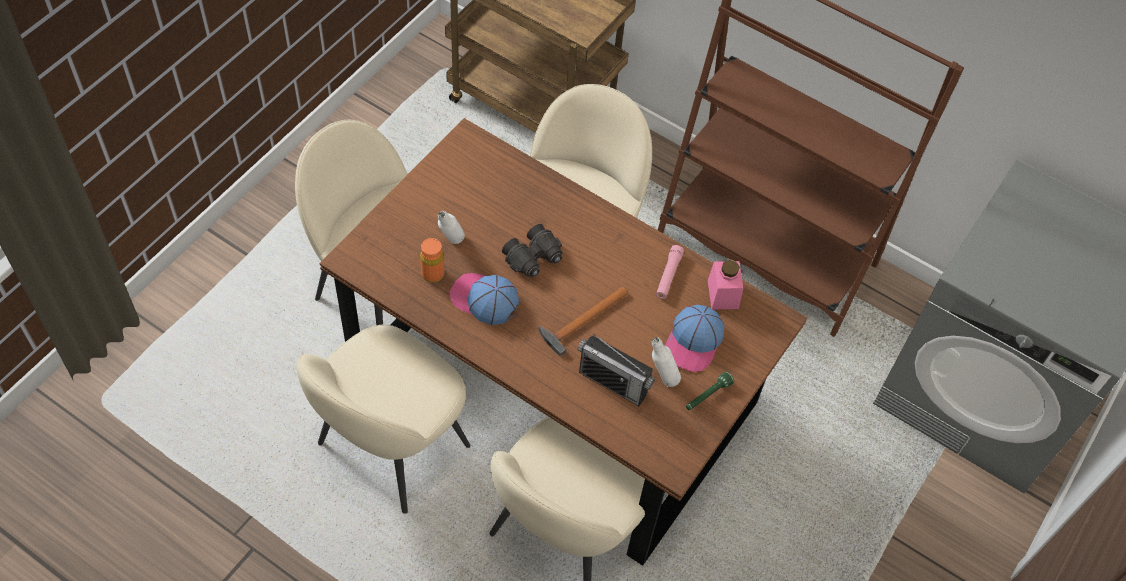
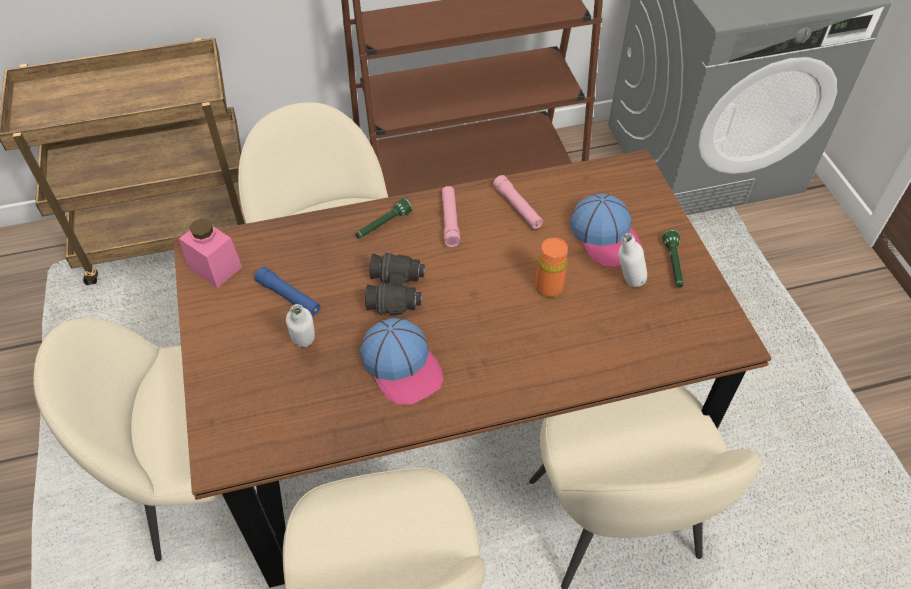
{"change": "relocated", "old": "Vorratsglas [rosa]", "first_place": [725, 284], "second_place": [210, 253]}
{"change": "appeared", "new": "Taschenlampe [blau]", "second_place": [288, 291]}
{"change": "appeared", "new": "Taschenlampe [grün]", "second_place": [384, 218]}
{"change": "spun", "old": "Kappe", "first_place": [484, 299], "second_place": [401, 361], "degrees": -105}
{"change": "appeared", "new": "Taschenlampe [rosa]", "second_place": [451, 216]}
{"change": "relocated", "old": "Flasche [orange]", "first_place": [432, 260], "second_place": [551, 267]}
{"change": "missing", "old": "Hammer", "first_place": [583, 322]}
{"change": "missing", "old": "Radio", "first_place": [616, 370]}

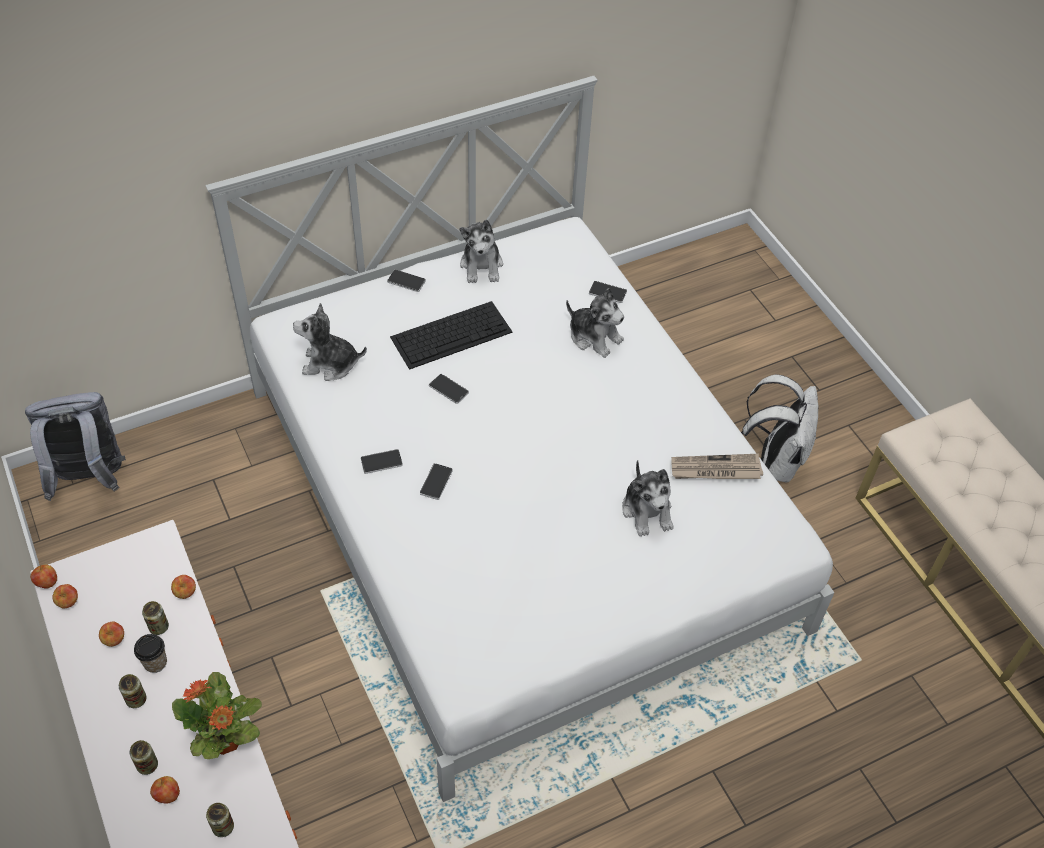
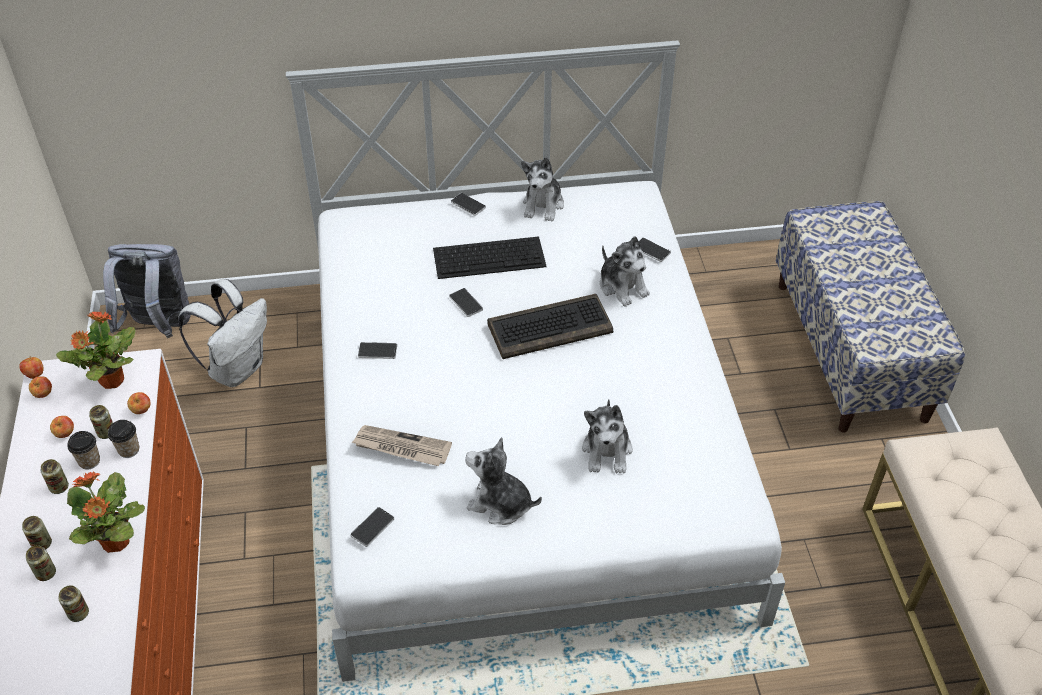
{"change": "exchanged", "old": "Apfel", "new": "Dose", "first_place": [165, 789], "second_place": [41, 563]}
{"change": "appeared", "new": "Topfpflanze", "second_place": [95, 350]}
{"change": "appeared", "new": "Tasse", "second_place": [123, 439]}
{"change": "relocated", "old": "Rucksack [weiß]", "first_place": [779, 428], "second_place": [222, 333]}
{"change": "relocated", "old": "Handy", "first_place": [436, 481], "second_place": [372, 527]}
{"change": "relocated", "old": "Zeitung", "first_place": [717, 466], "second_place": [402, 445]}
{"change": "relocated", "old": "Plüschtier", "first_place": [330, 342], "second_place": [503, 481]}
{"change": "appeared", "new": "Tastatur", "second_place": [550, 326]}
{"change": "appeared", "new": "Bank", "second_place": [870, 317]}

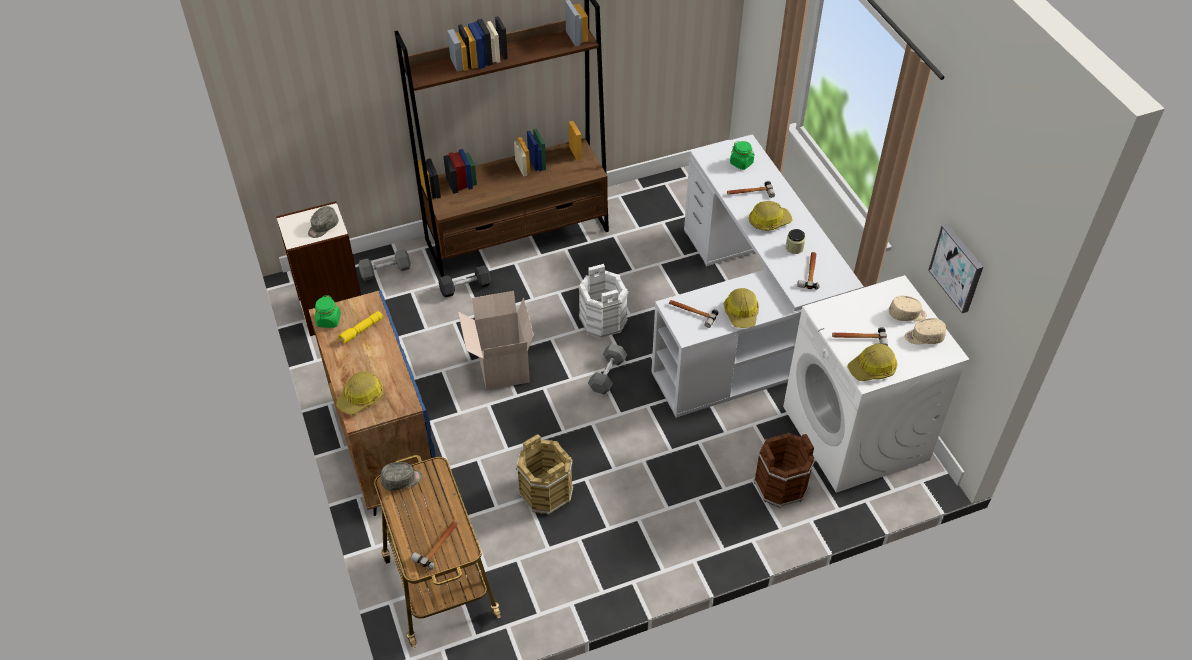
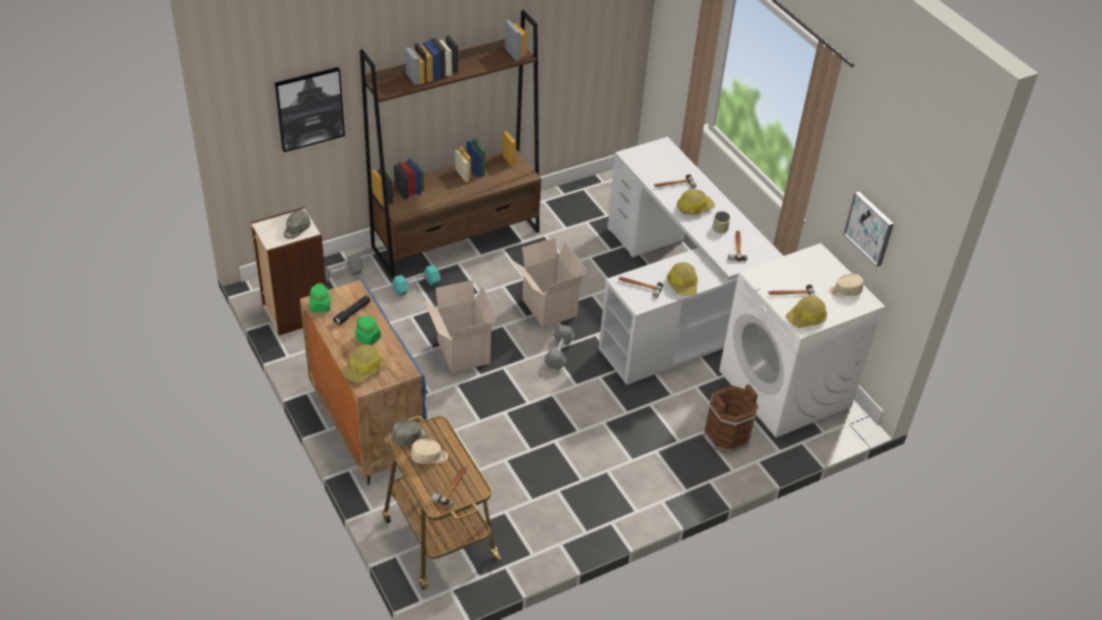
{"change": "appeared", "new": "Bild", "second_place": [310, 109]}
{"change": "colour", "old": "Taschenlampe [gelb]", "new": "Taschenlampe [schwarz]", "first_place": [360, 327], "second_place": [351, 310]}
{"change": "relocated", "old": "Vorratsglas [grün]", "first_place": [742, 155], "second_place": [368, 330]}
{"change": "colour", "old": "Hantel [grau]", "new": "Hantel [türkis]", "first_place": [465, 281], "second_place": [416, 280]}
{"change": "relocated", "old": "Kappe [beige]", "first_place": [908, 309], "second_place": [429, 451]}
{"change": "exchanged", "old": "Eimer [weiß]", "new": "Karton", "first_place": [603, 301], "second_place": [550, 283]}
{"change": "missing", "old": "Eimer [braun]", "first_place": [544, 474]}

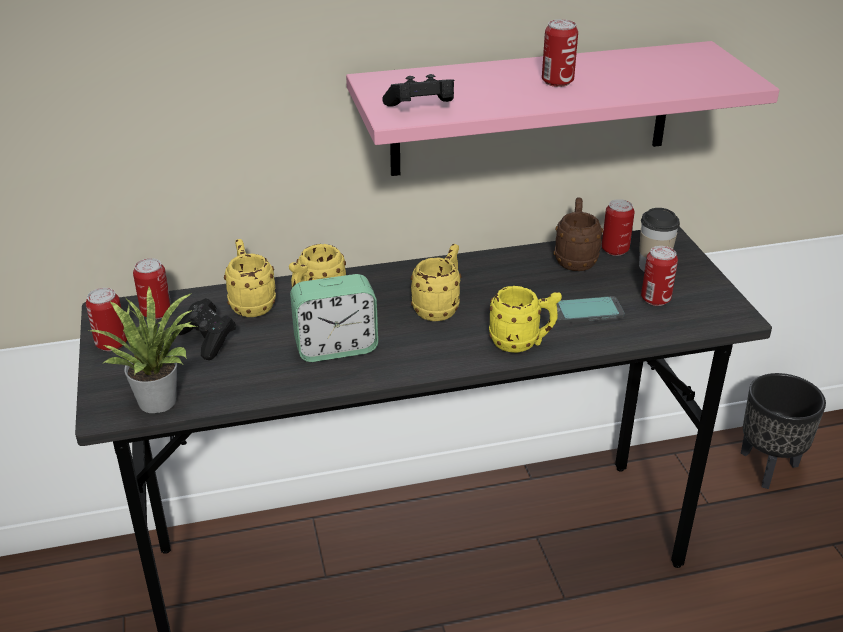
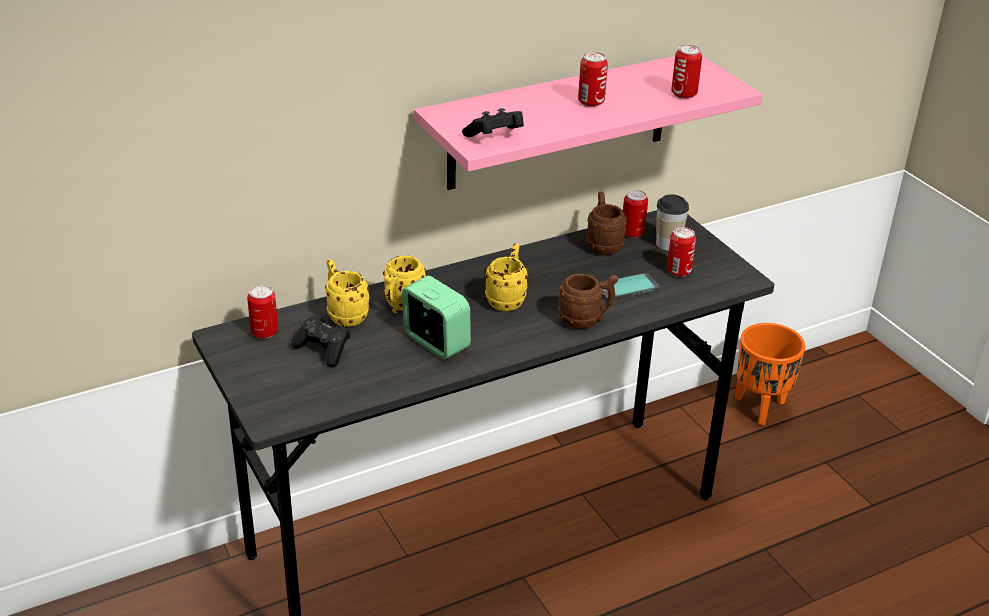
{"change": "spun", "old": "Wecker", "first_place": [334, 318], "second_place": [436, 317], "degrees": -105}
{"change": "colour", "old": "Henkelbecher [gelb]", "new": "Henkelbecher [braun]", "first_place": [525, 319], "second_place": [588, 301]}
{"change": "relocated", "old": "Dose", "first_place": [106, 319], "second_place": [686, 72]}
{"change": "colour", "old": "Pflanzkübel [schwarz]", "new": "Pflanzkübel [orange]", "first_place": [783, 431], "second_place": [770, 374]}
{"change": "missing", "old": "Topfpflanze", "first_place": [142, 350]}

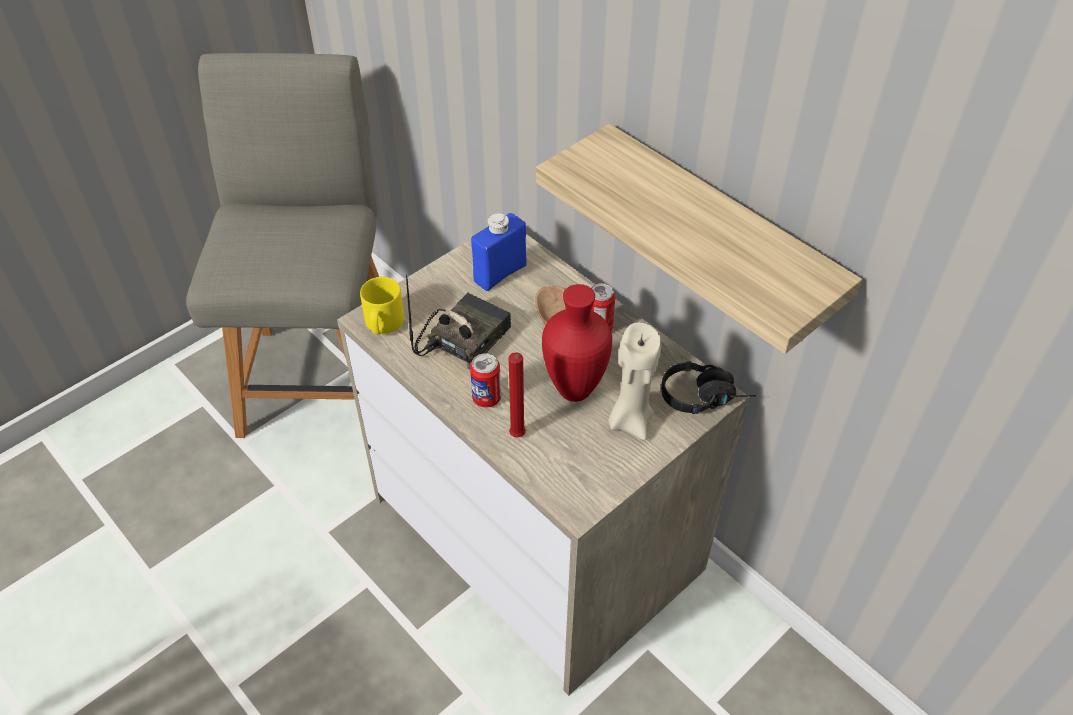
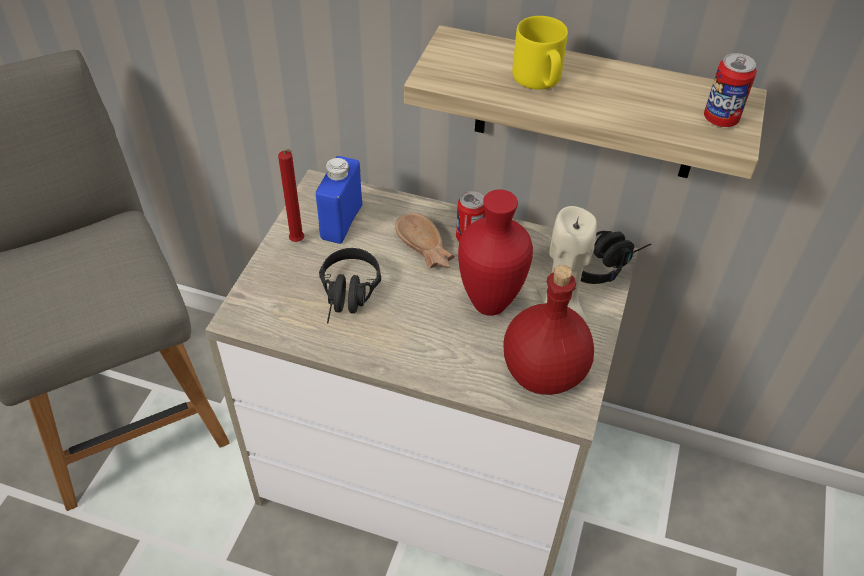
{"change": "relocated", "old": "Kerze [rot]", "first_place": [517, 395], "second_place": [291, 195]}
{"change": "exchanged", "old": "Radio", "new": "Kopfhörer [schwarz]", "first_place": [458, 321], "second_place": [350, 286]}
{"change": "appeared", "new": "Flasche [rot]", "second_place": [548, 330]}
{"change": "relocated", "old": "Henkelbecher [gelb]", "first_place": [382, 306], "second_place": [540, 53]}
{"change": "relocated", "old": "Dose", "first_place": [485, 380], "second_place": [730, 90]}

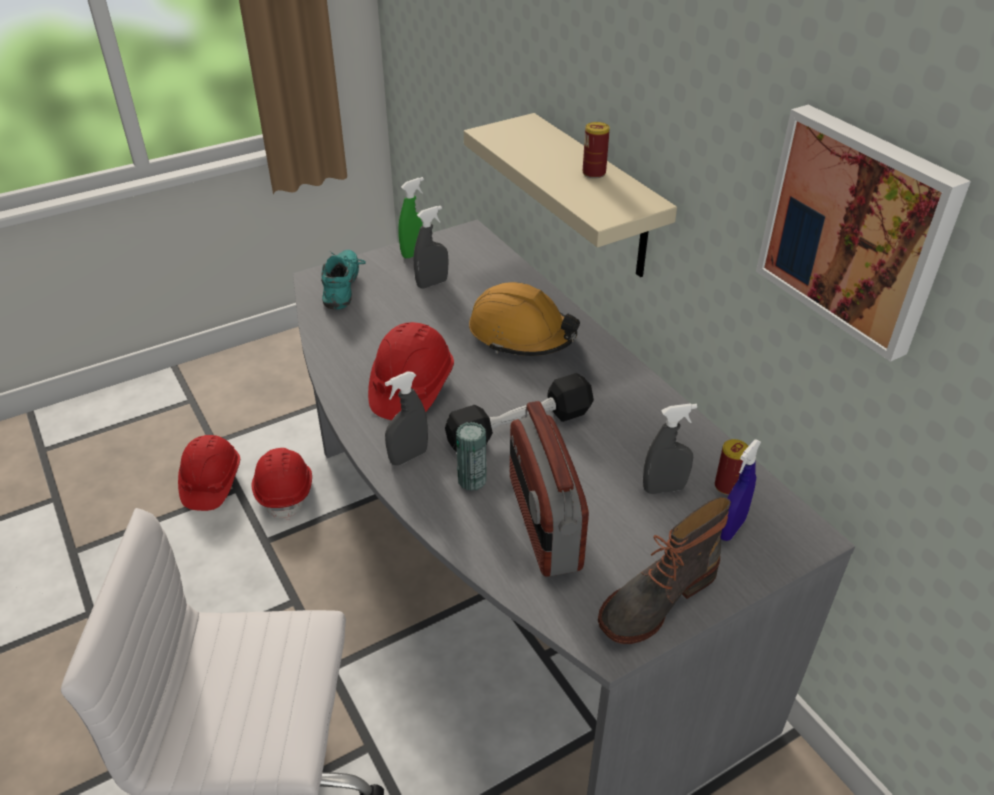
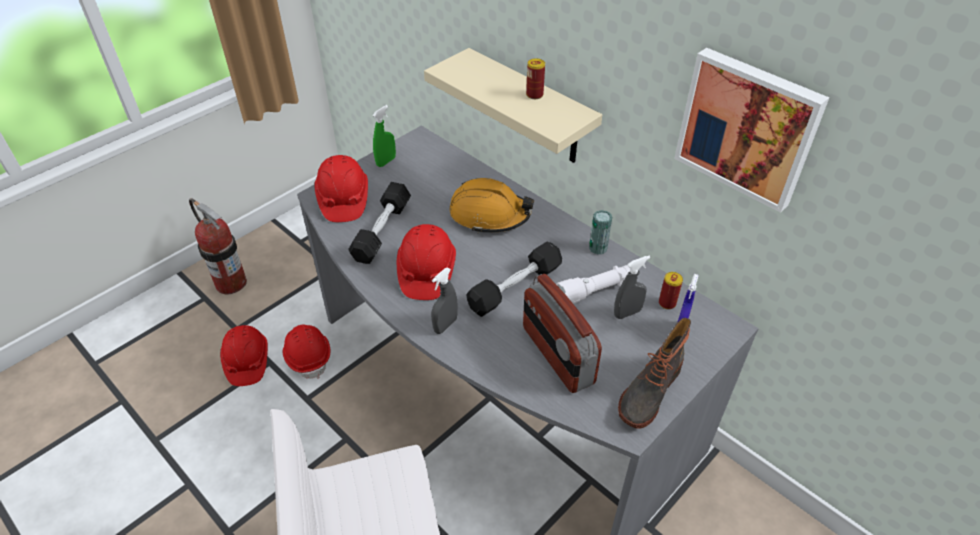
{"change": "appeared", "new": "Feuerlöscher", "second_place": [218, 246]}
{"change": "exchanged", "old": "Schuh [türkis]", "new": "Schutzhelm [rot]", "first_place": [343, 280], "second_place": [341, 188]}
{"change": "appeared", "new": "Hantel [schwarz]", "second_place": [379, 223]}
{"change": "appeared", "new": "Taschenlampe [weiß]", "second_place": [593, 284]}
{"change": "relocated", "old": "Dose", "first_place": [471, 456], "second_place": [600, 232]}
{"change": "missing", "old": "Sprühflasche [grau]", "first_place": [431, 247]}

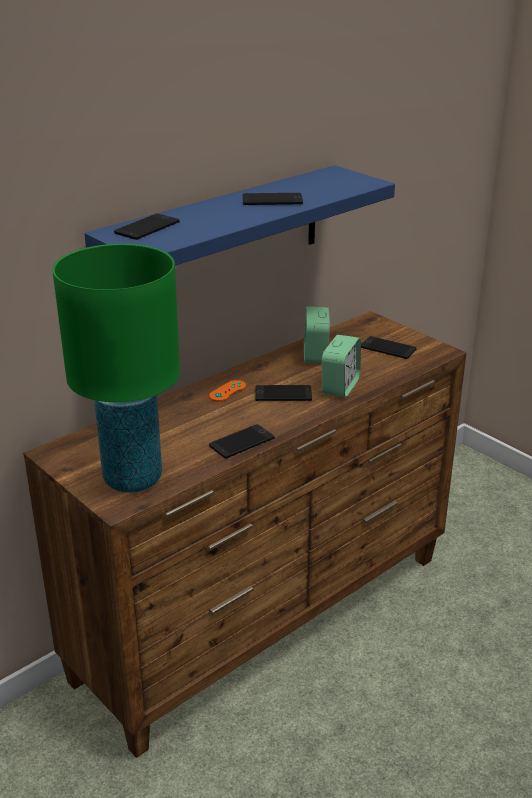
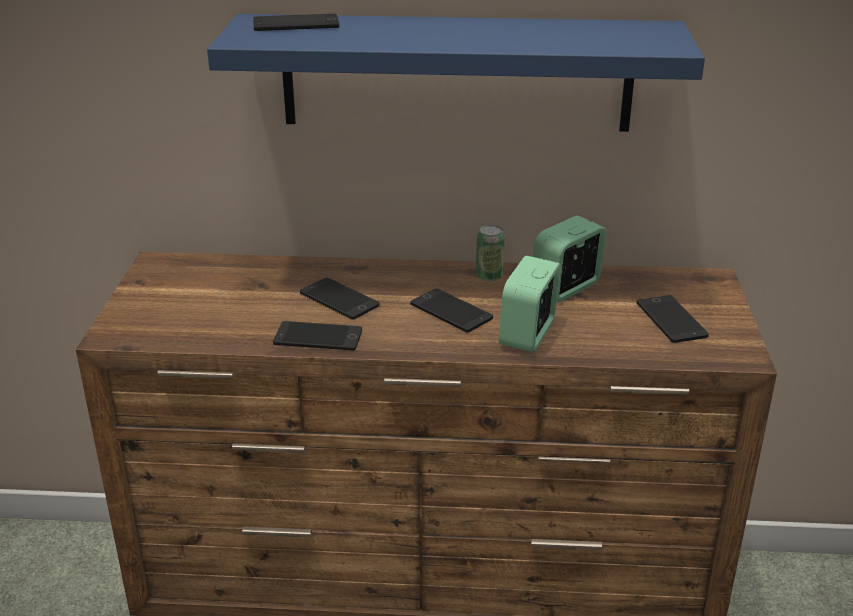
{"change": "relocated", "old": "Handy", "first_place": [273, 199], "second_place": [340, 299]}
{"change": "appeared", "new": "Dose", "second_place": [490, 253]}
{"change": "spun", "old": "Wecker", "first_place": [341, 366], "second_place": [530, 304], "degrees": 135}
{"change": "missing", "old": "Tischlampe [grün]", "first_place": [116, 368]}
{"change": "missing", "old": "Gamepad [orange]", "first_place": [227, 390]}

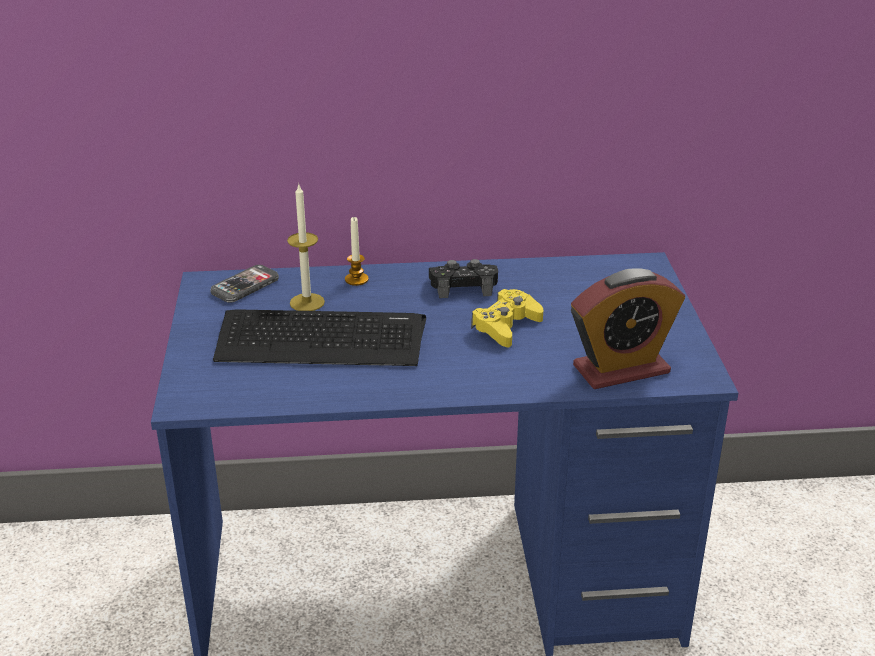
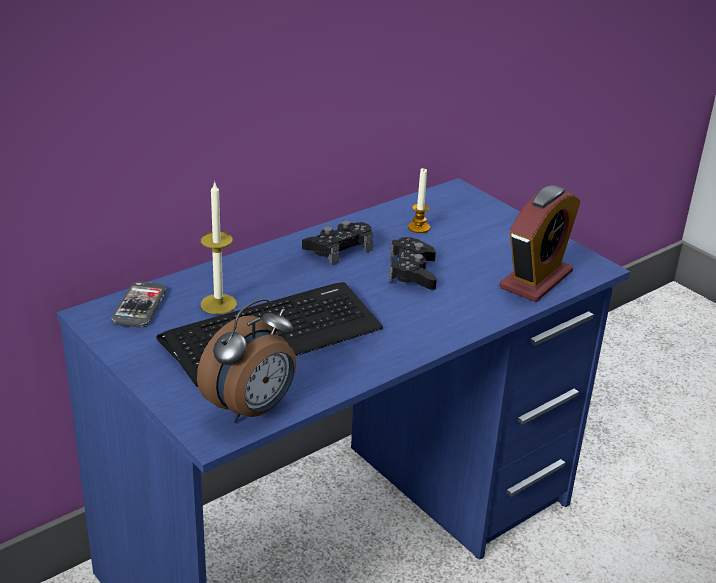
{"change": "appeared", "new": "Wecker", "second_place": [246, 360]}
{"change": "colour", "old": "Gamepad [gelb]", "new": "Gamepad [schwarz]", "first_place": [507, 318], "second_place": [413, 263]}
{"change": "relocated", "old": "Kerze", "first_place": [357, 251], "second_place": [419, 200]}

